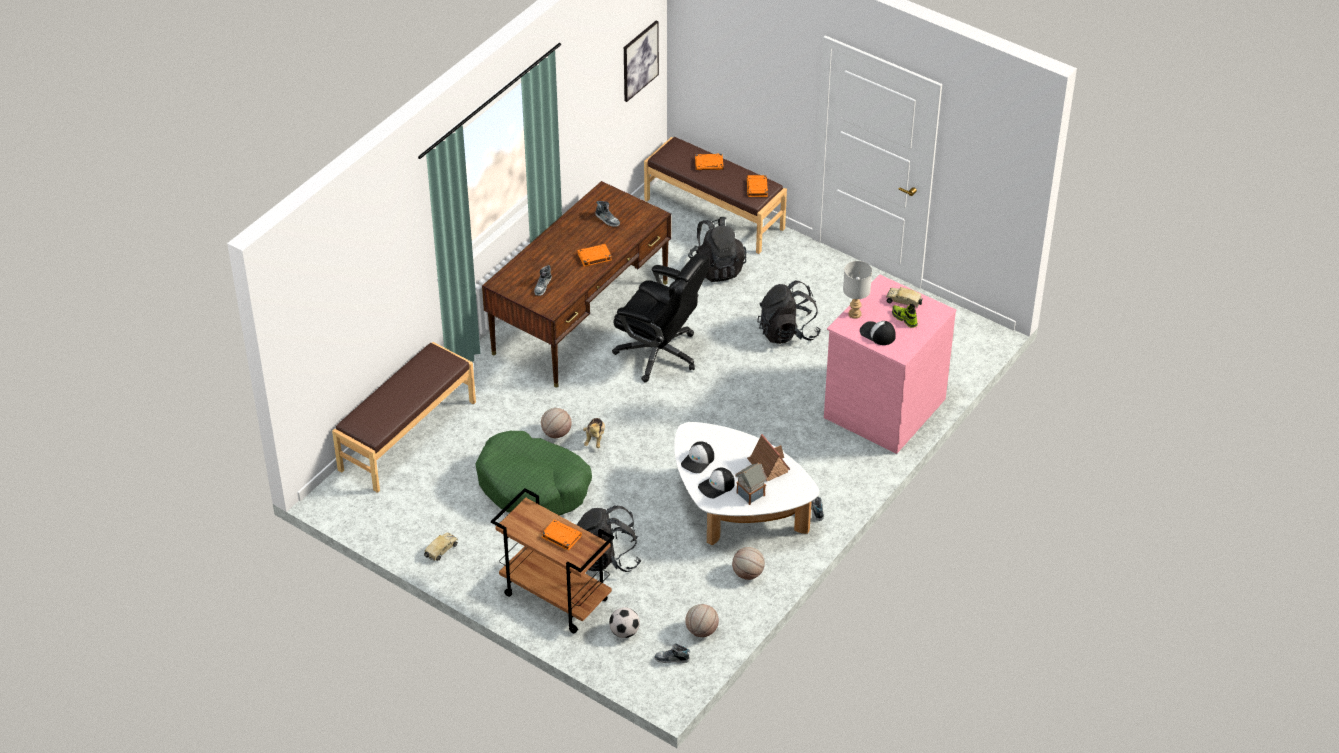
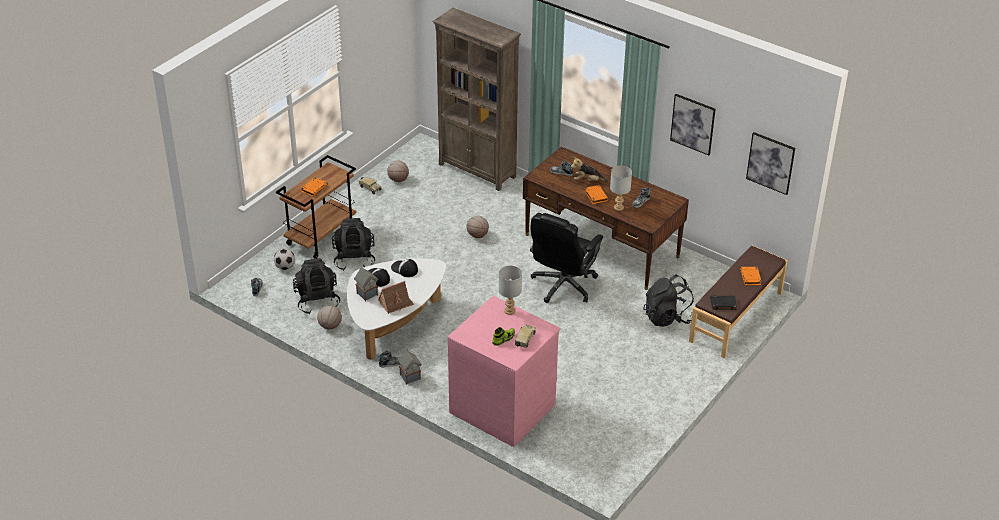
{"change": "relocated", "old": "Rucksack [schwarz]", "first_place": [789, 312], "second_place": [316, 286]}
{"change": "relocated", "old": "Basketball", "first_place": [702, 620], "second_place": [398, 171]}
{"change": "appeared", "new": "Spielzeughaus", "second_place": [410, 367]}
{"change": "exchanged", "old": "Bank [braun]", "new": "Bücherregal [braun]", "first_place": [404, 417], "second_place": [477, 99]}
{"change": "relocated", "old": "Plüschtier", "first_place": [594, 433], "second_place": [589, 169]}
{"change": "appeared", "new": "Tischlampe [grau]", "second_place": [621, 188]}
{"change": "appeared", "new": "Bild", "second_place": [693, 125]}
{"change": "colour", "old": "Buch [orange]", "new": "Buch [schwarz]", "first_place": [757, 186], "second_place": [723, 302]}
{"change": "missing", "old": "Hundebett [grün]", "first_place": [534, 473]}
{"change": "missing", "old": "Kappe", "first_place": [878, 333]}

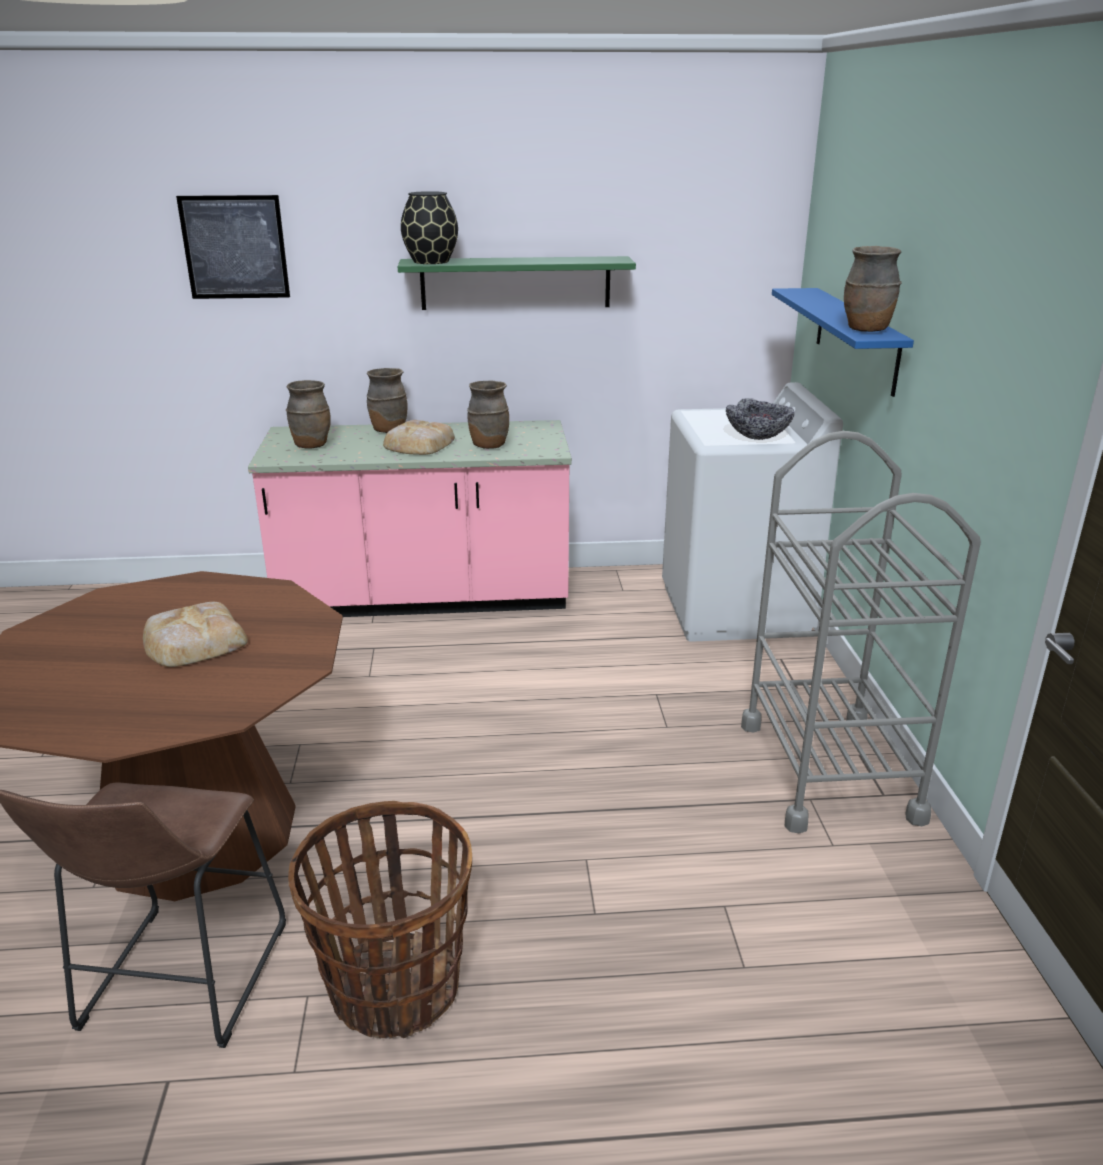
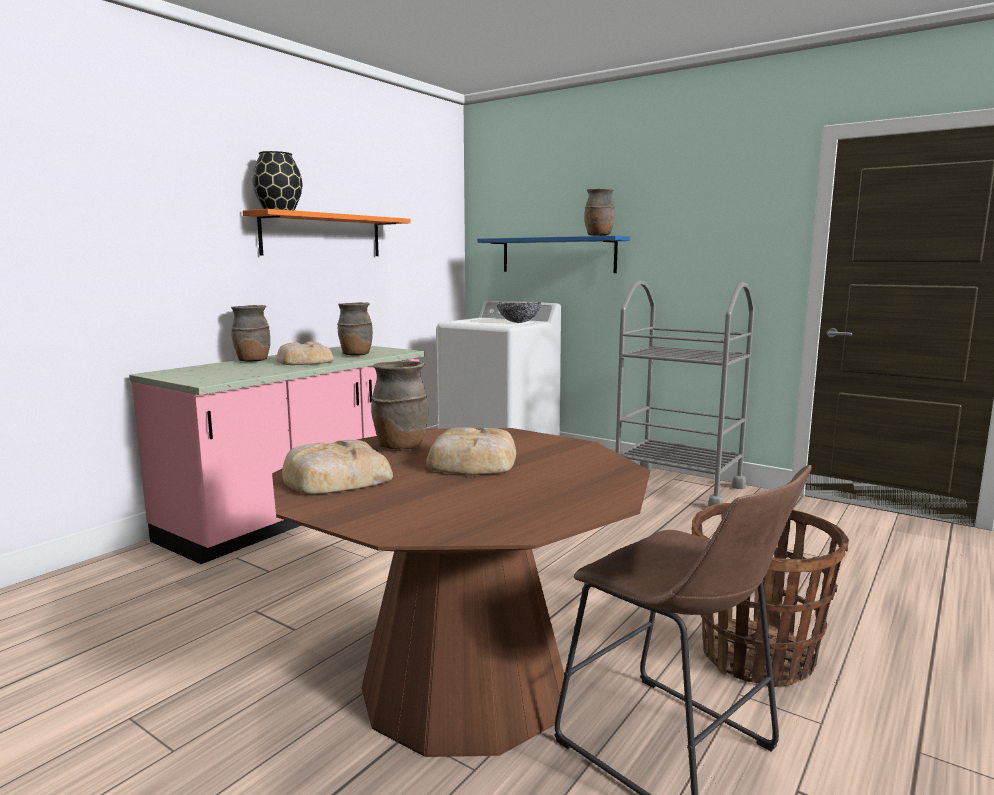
{"change": "colour", "old": "Wandregal [grün]", "new": "Wandregal [orange]", "first_place": [517, 283], "second_place": [327, 232]}
{"change": "appeared", "new": "Brot", "second_place": [337, 467]}
{"change": "relocated", "old": "Vase [braun]", "first_place": [308, 414], "second_place": [399, 405]}
{"change": "missing", "old": "Bild", "first_place": [233, 247]}

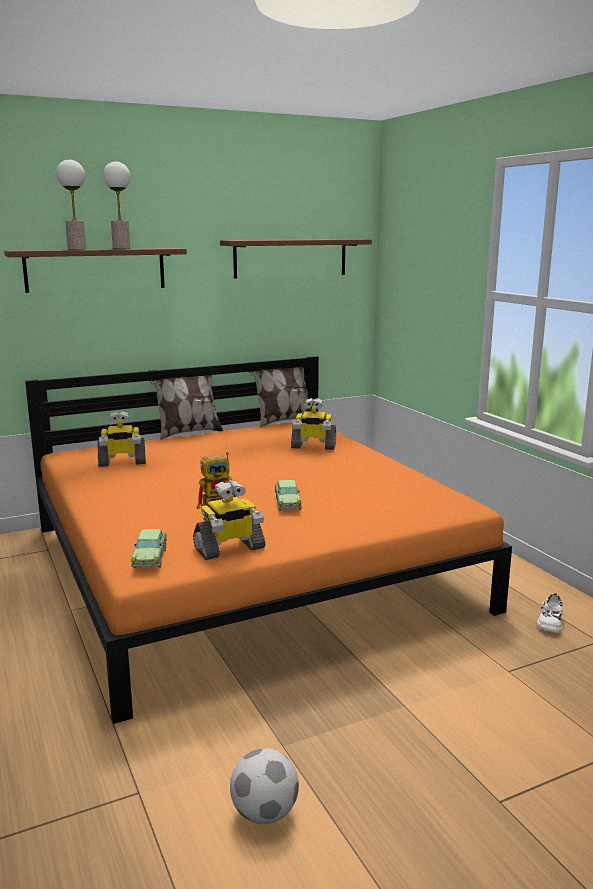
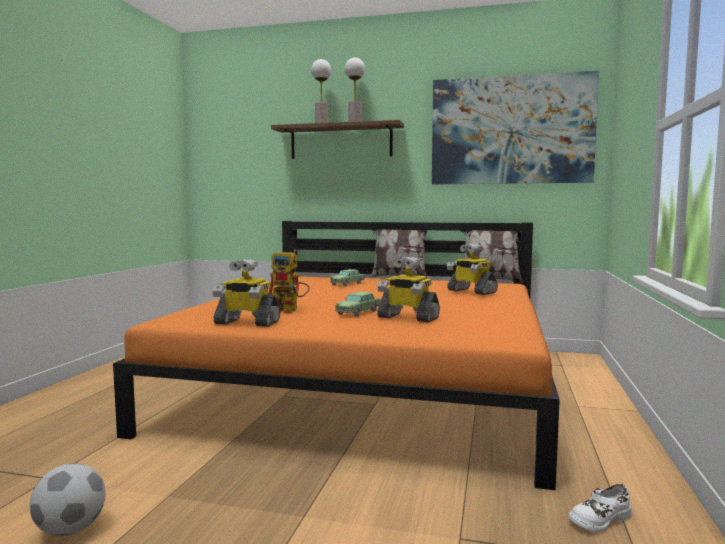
{"change": "relocated", "old": "Spielzeugauto", "first_place": [149, 548], "second_place": [347, 277]}
{"change": "relocated", "old": "Spielzeugroboter", "first_place": [121, 439], "second_place": [408, 290]}
{"change": "exchanged", "old": "Wandregal [braun]", "new": "Bild", "first_place": [296, 259], "second_place": [515, 127]}

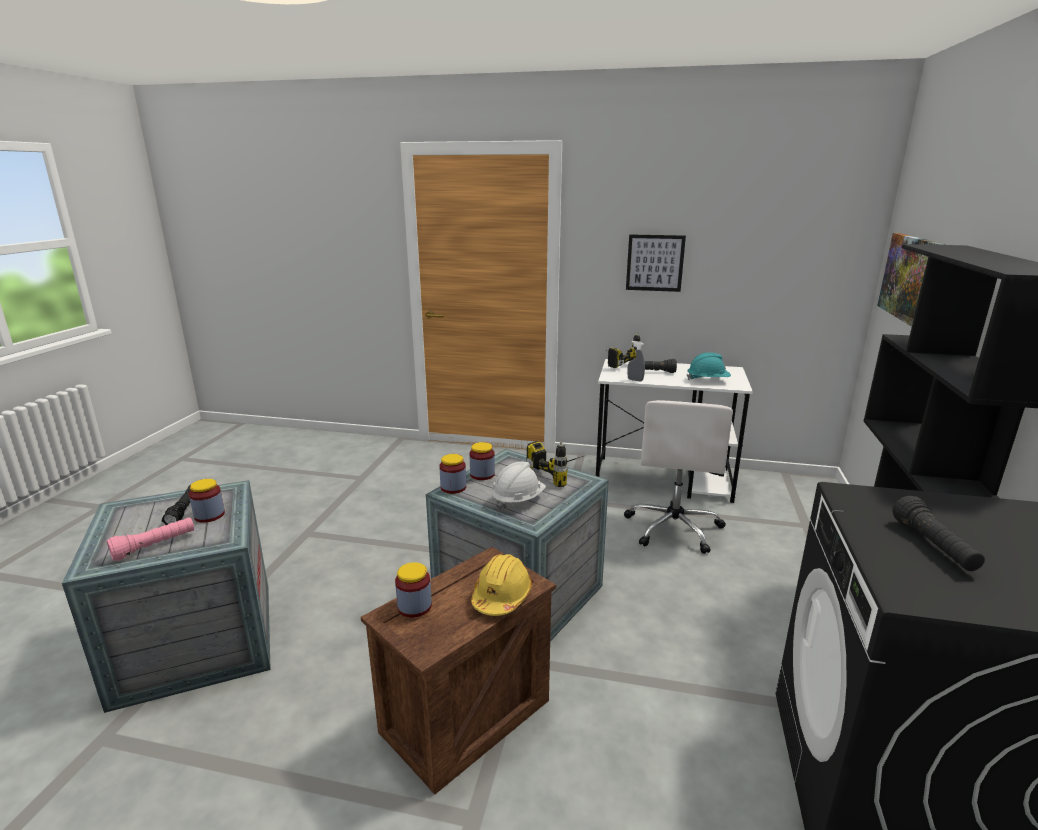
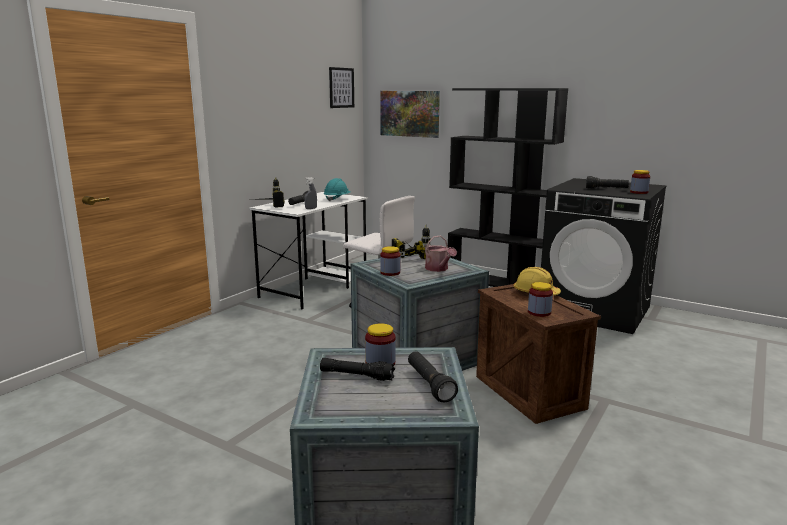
{"change": "relocated", "old": "Bild", "first_place": [656, 263], "second_place": [341, 87]}
{"change": "colour", "old": "Taschenlampe [rosa]", "new": "Taschenlampe [schwarz]", "first_place": [150, 539], "second_place": [433, 376]}
{"change": "exchanged", "old": "Schutzhelm [weiß]", "new": "Gießkanne", "first_place": [519, 486], "second_place": [441, 254]}
{"change": "relocated", "old": "Vorratsglas", "first_place": [452, 474], "second_place": [640, 182]}

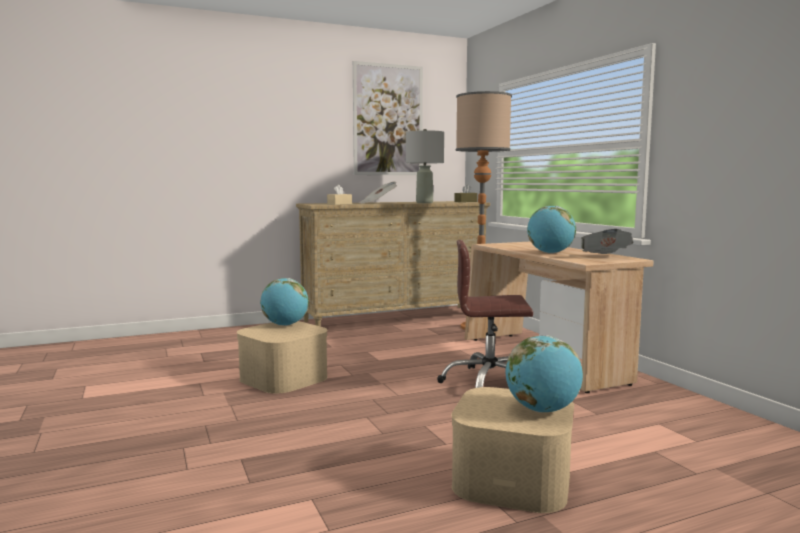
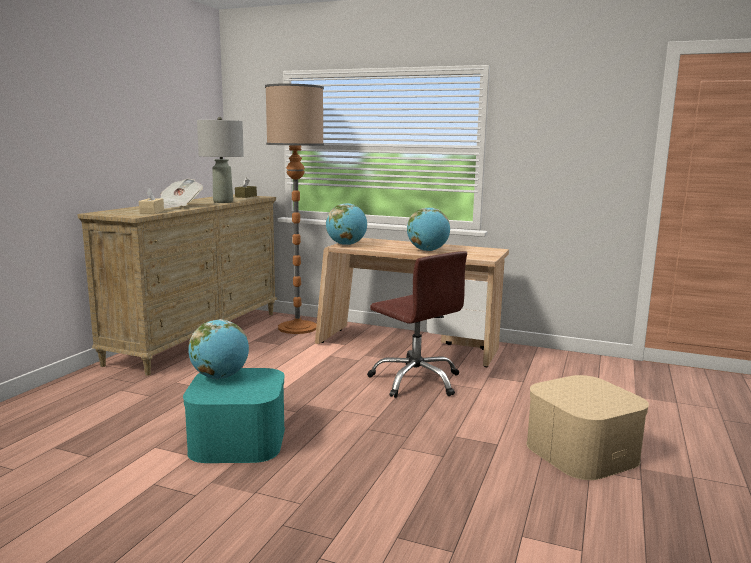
{"change": "colour", "old": "Aufbewahrungsbox [beige]", "new": "Aufbewahrungsbox [türkis]", "first_place": [282, 357], "second_place": [234, 415]}
{"change": "relocated", "old": "Globus", "first_place": [544, 373], "second_place": [346, 224]}
{"change": "spun", "old": "Bürostuhl [braun]", "first_place": [485, 314], "second_place": [417, 324], "degrees": -90}
{"change": "missing", "old": "Bild", "first_place": [388, 118]}
{"change": "missing", "old": "Zeitung", "first_place": [607, 241]}

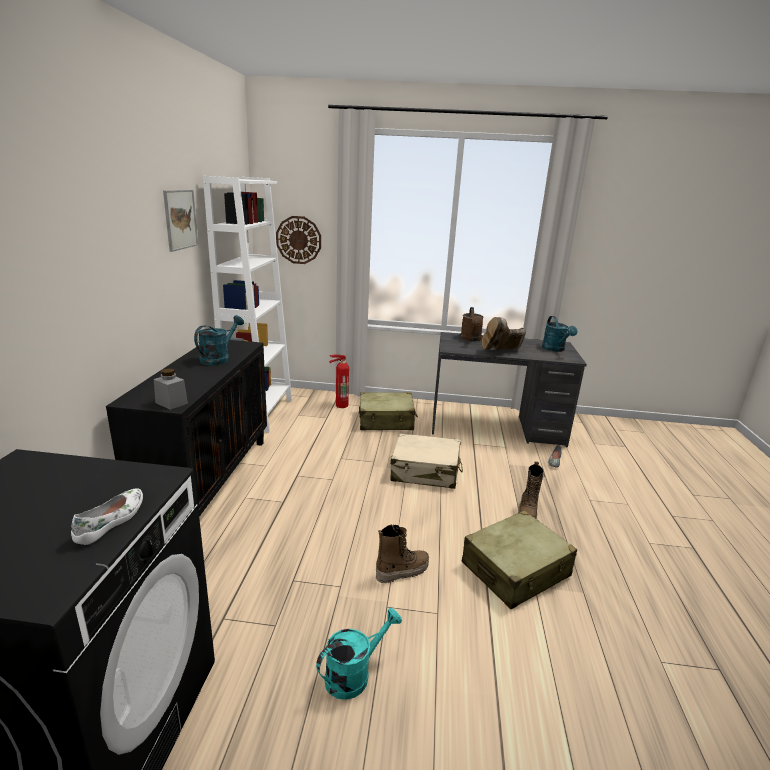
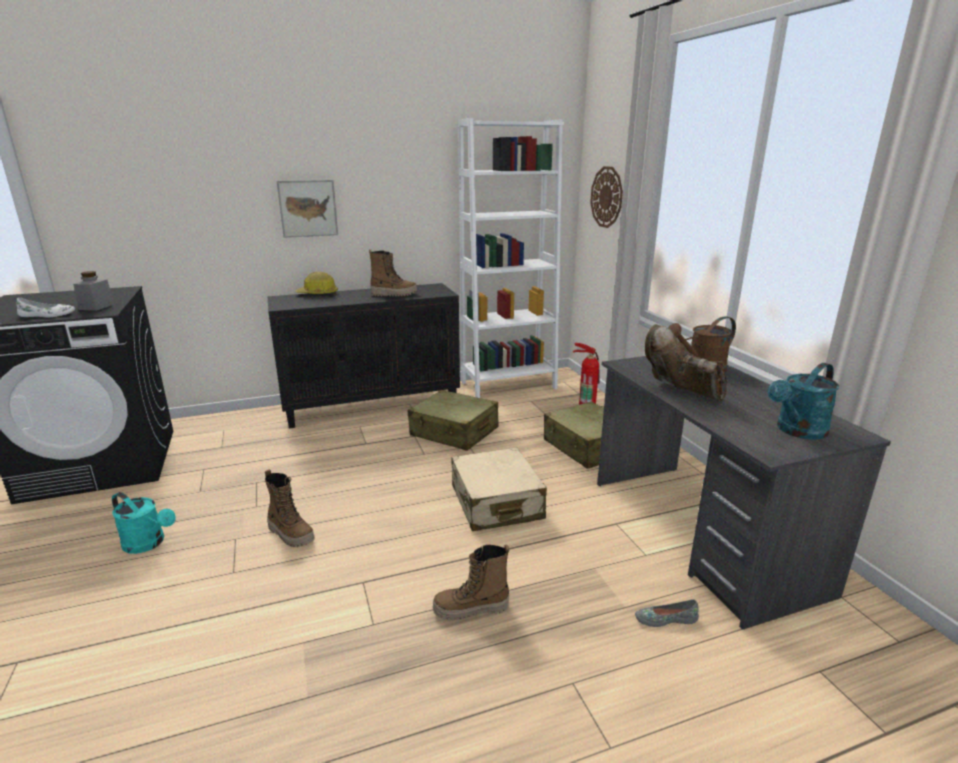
{"change": "relocated", "old": "Vorratsglas [grau]", "first_place": [171, 389], "second_place": [94, 291]}
{"change": "relocated", "old": "Bild", "first_place": [180, 221], "second_place": [307, 209]}
{"change": "appeared", "new": "Schutzhelm", "second_place": [317, 283]}
{"change": "exchanged", "old": "Gießkanne [türkis]", "new": "Stiefel", "first_place": [219, 340], "second_place": [393, 272]}
{"change": "relocated", "old": "Koffer [beige]", "first_place": [519, 559], "second_place": [453, 420]}

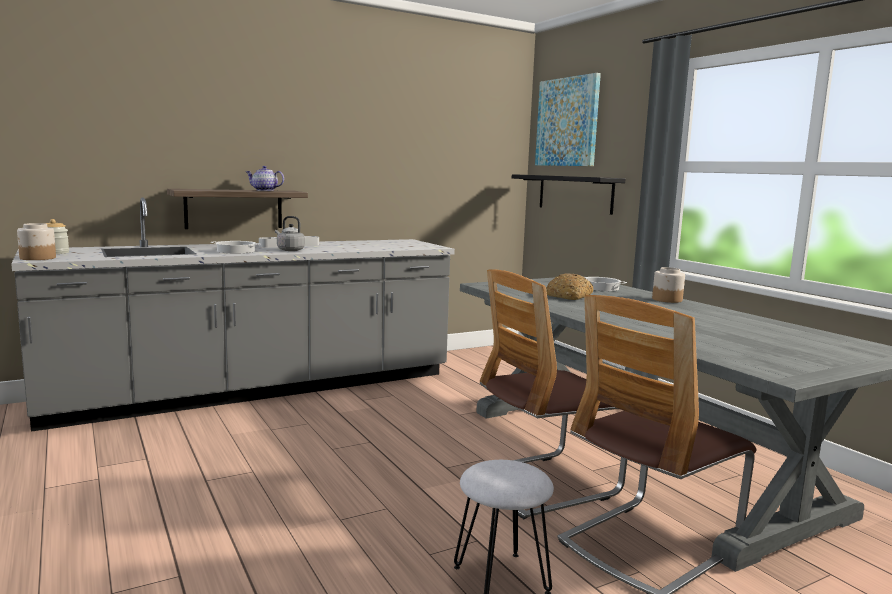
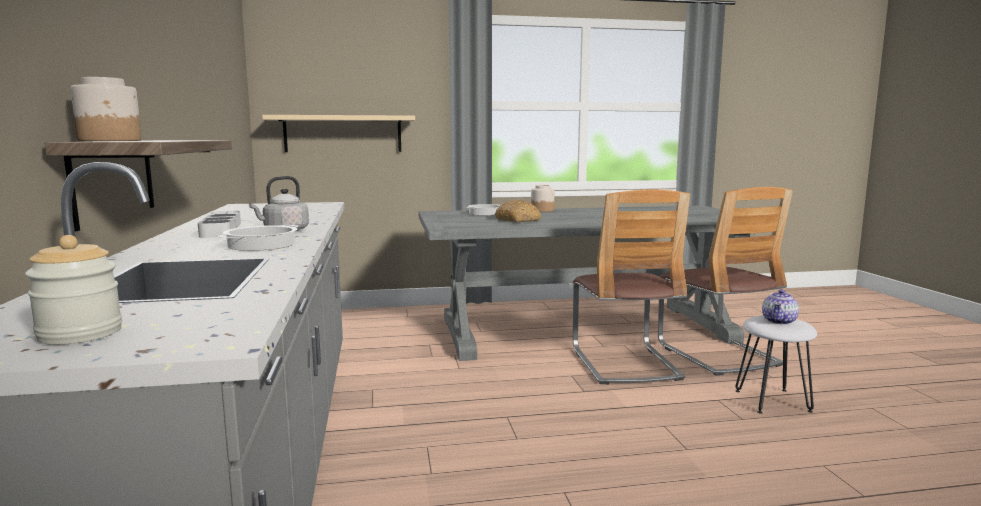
{"change": "relocated", "old": "Vorratsglas", "first_place": [36, 241], "second_place": [106, 109]}
{"change": "colour", "old": "Wandregal [schwarz]", "new": "Wandregal [beige]", "first_place": [568, 194], "second_place": [338, 133]}
{"change": "relocated", "old": "Teekanne", "first_place": [265, 178], "second_place": [780, 307]}
{"change": "missing", "old": "Bild", "first_place": [568, 119]}

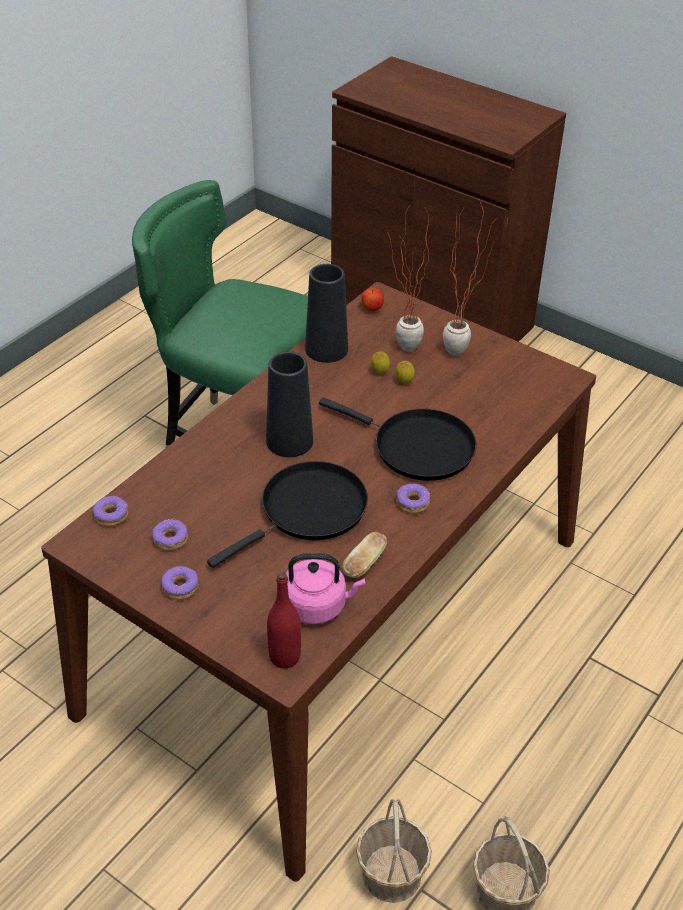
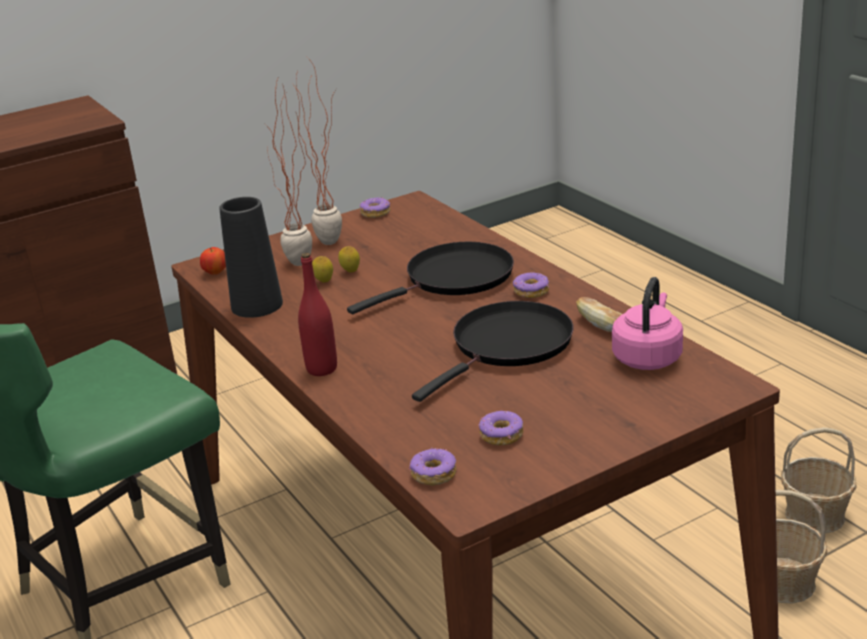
{"change": "relocated", "old": "Flasche [rot]", "first_place": [284, 620], "second_place": [317, 314]}
{"change": "relocated", "old": "Donut", "first_place": [180, 583], "second_place": [375, 208]}
{"change": "spun", "old": "Pfanne [schwarz]", "first_place": [287, 514], "second_place": [493, 351], "degrees": 60}
{"change": "missing", "old": "Vase [schwarz]", "first_place": [289, 404]}

